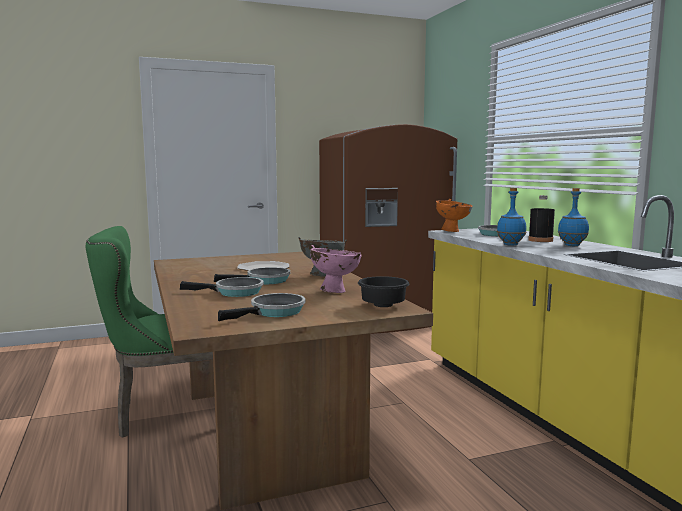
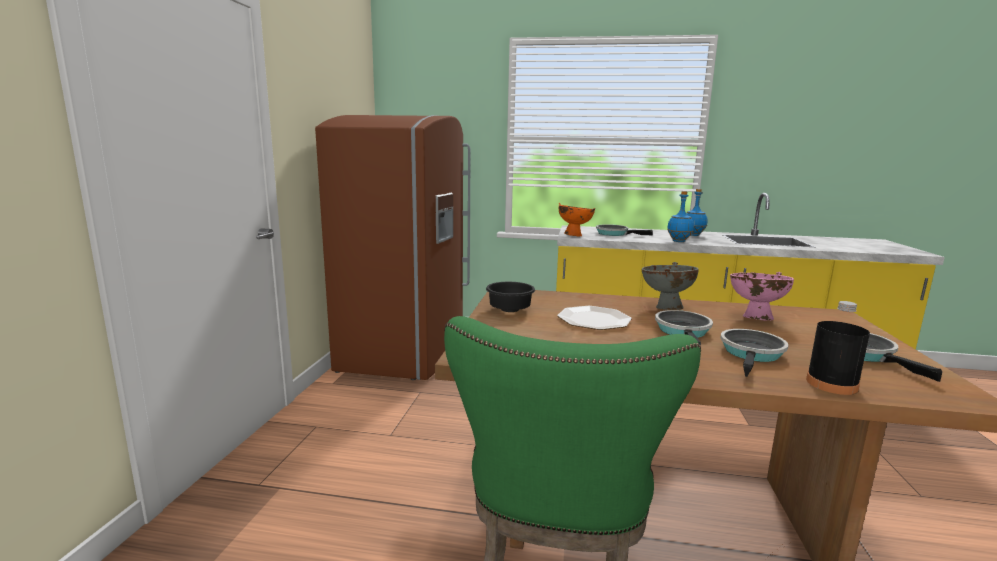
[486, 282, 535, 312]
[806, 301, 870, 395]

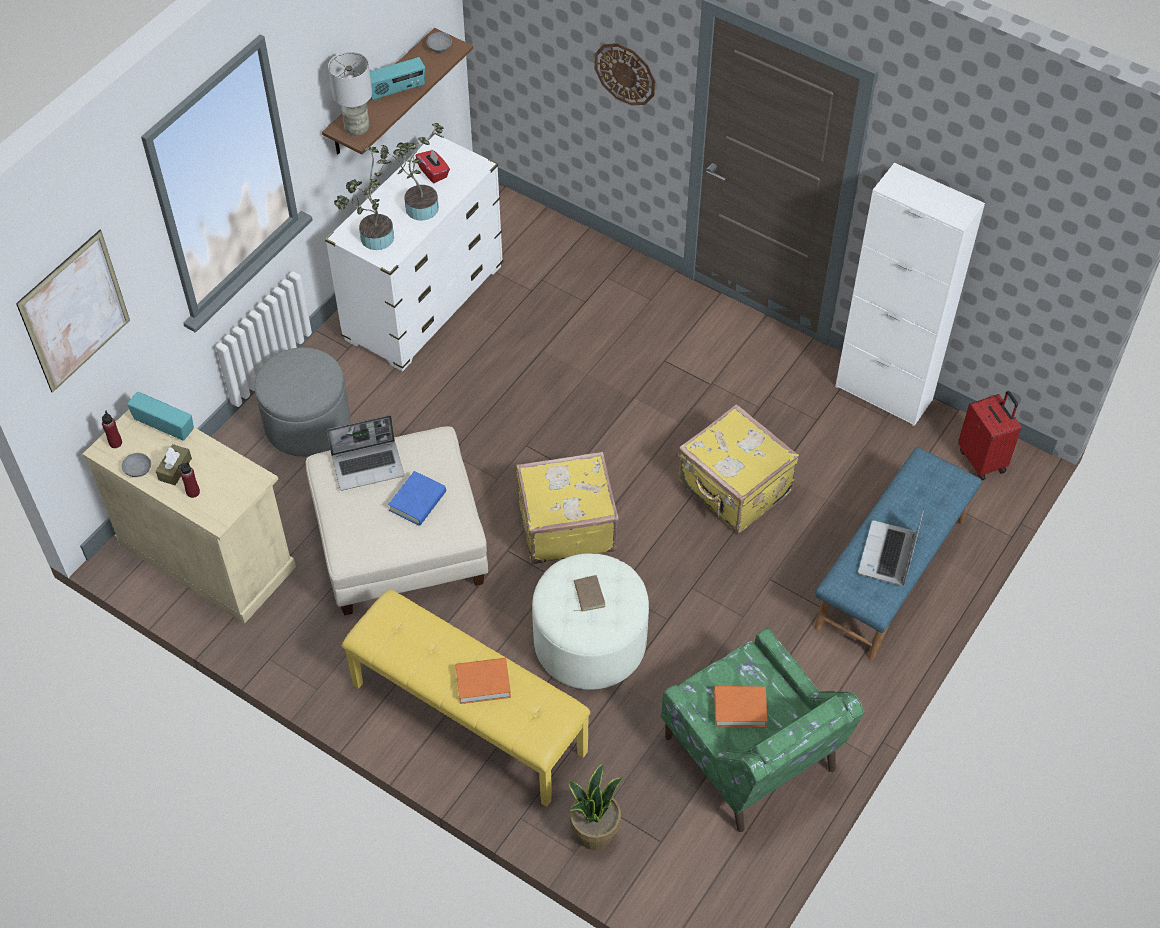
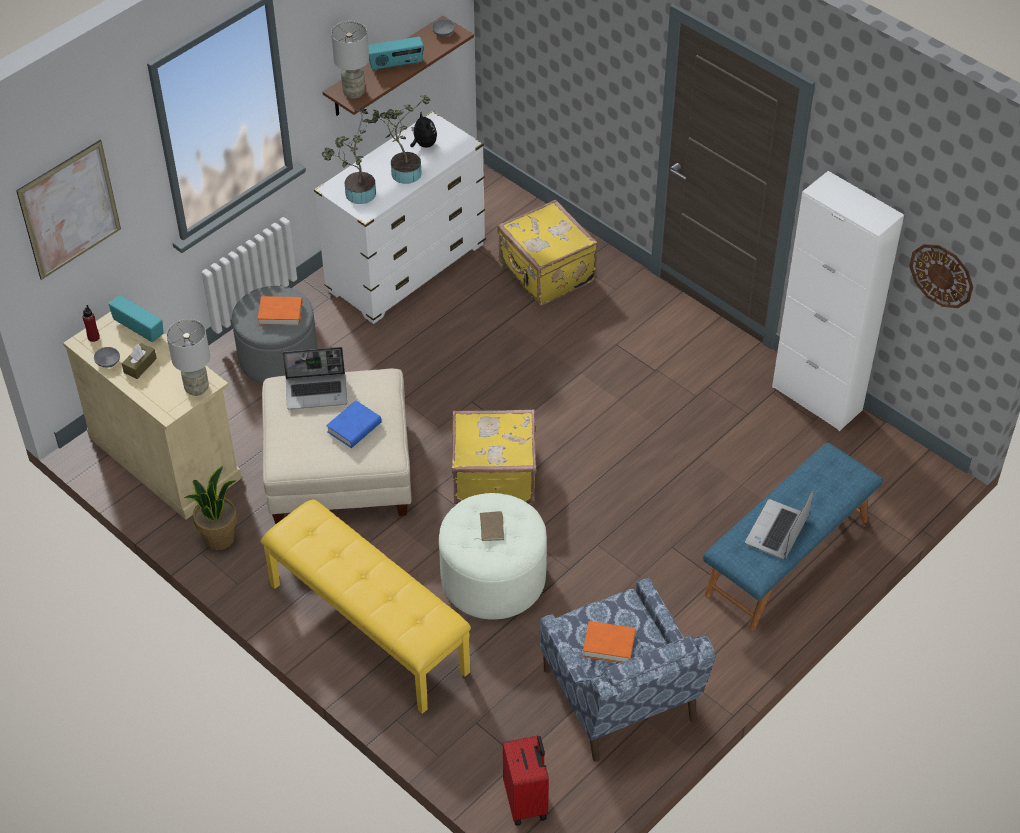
[166, 319, 210, 396]
[184, 466, 237, 550]
[258, 296, 303, 326]
[410, 112, 437, 148]
[497, 200, 597, 305]
[503, 736, 549, 826]
[540, 578, 715, 762]
[909, 244, 973, 308]
[178, 461, 200, 498] (first image)

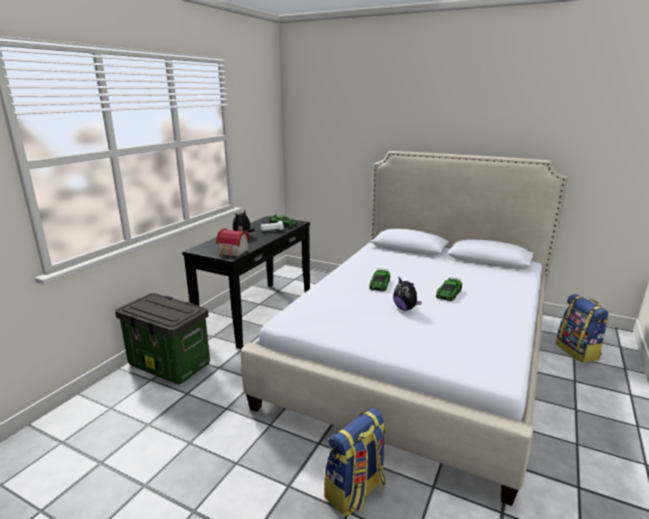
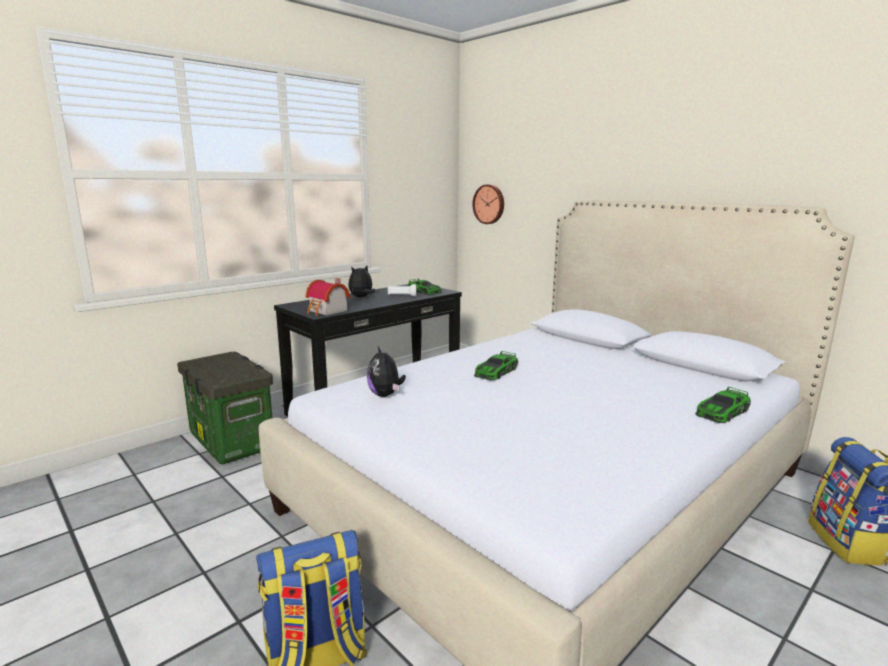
[367, 347, 406, 397]
[472, 184, 504, 224]
[695, 387, 751, 423]

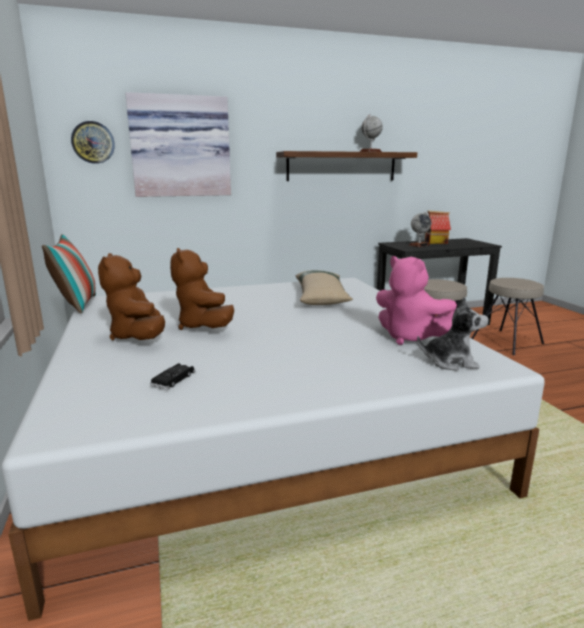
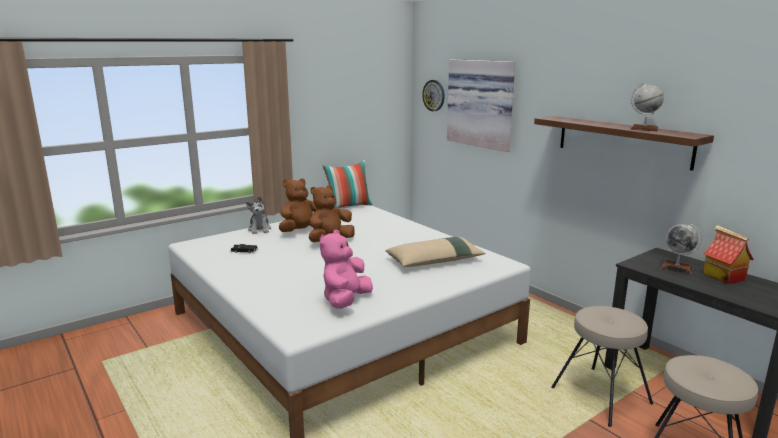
[246, 196, 271, 234]

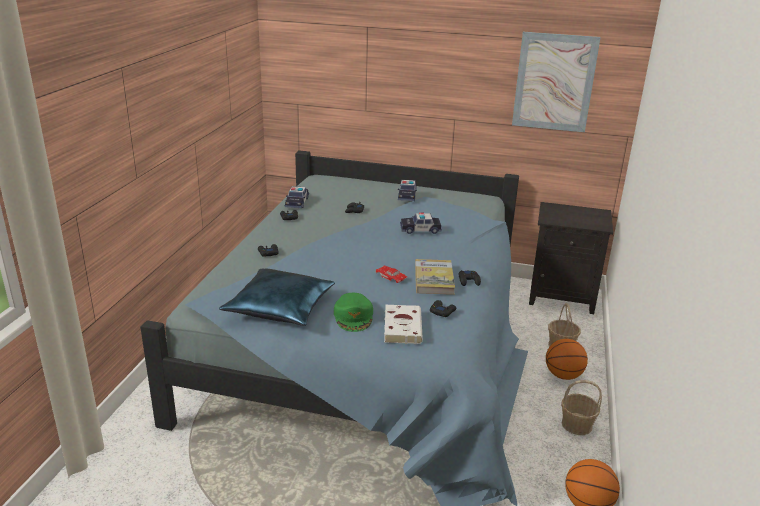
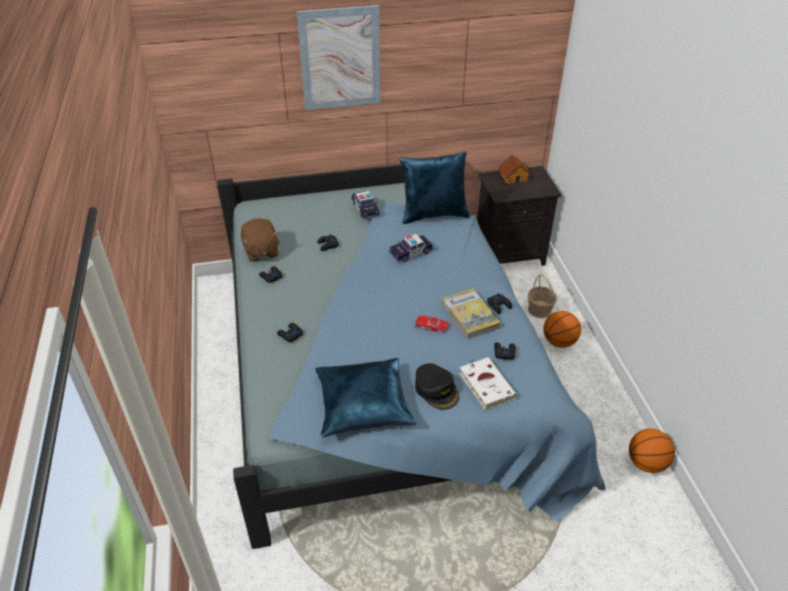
[241, 218, 280, 262]
[297, 5, 381, 110]
[400, 152, 470, 224]
[415, 363, 459, 410]
[498, 154, 531, 184]
[561, 380, 602, 435] (first image)

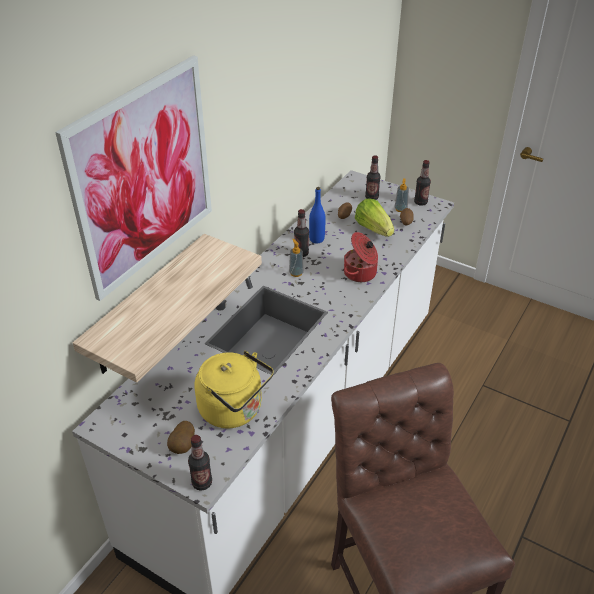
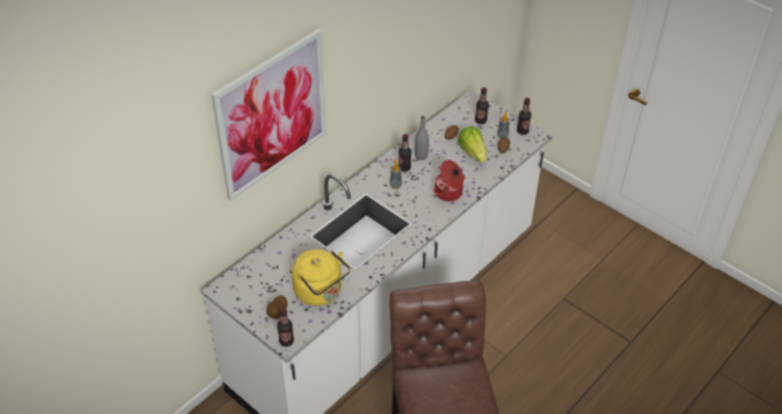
[415, 116, 429, 160]
[73, 234, 262, 383] (first image)

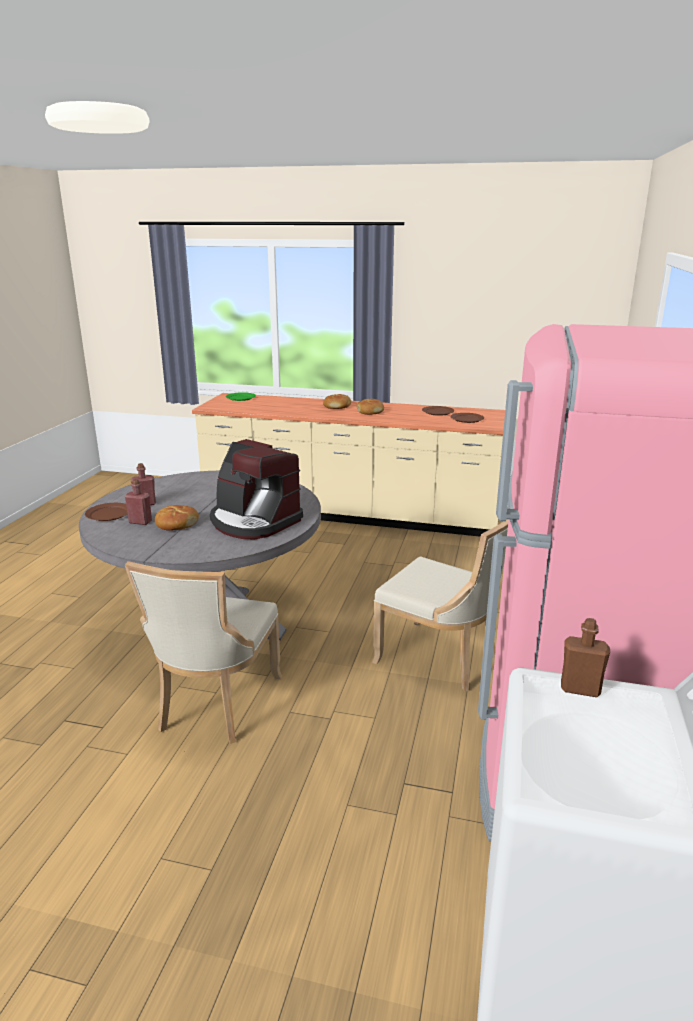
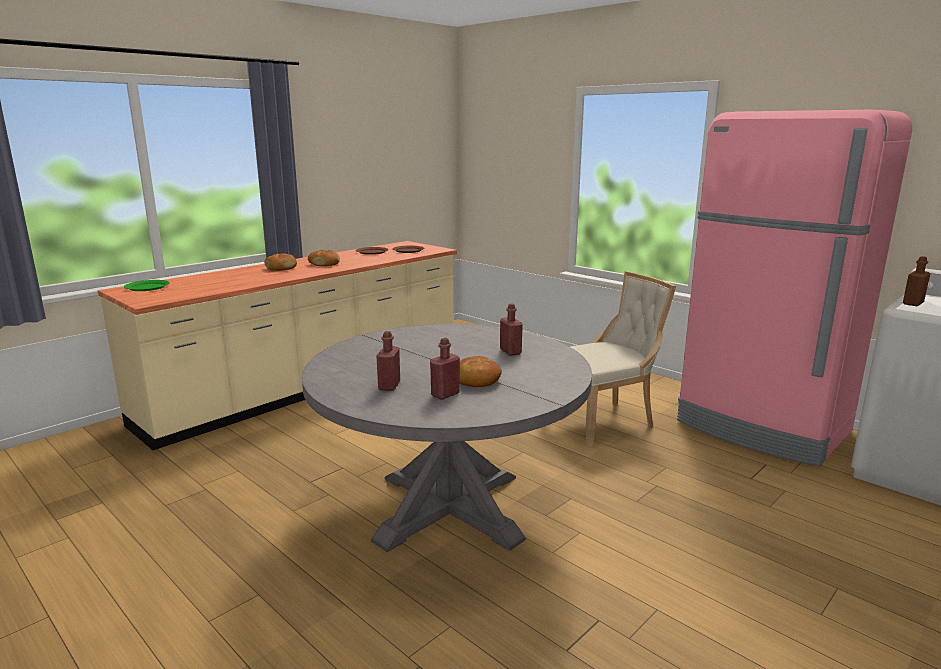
[500, 303, 523, 356]
[85, 503, 128, 521] (first image)
[125, 561, 282, 744] (first image)

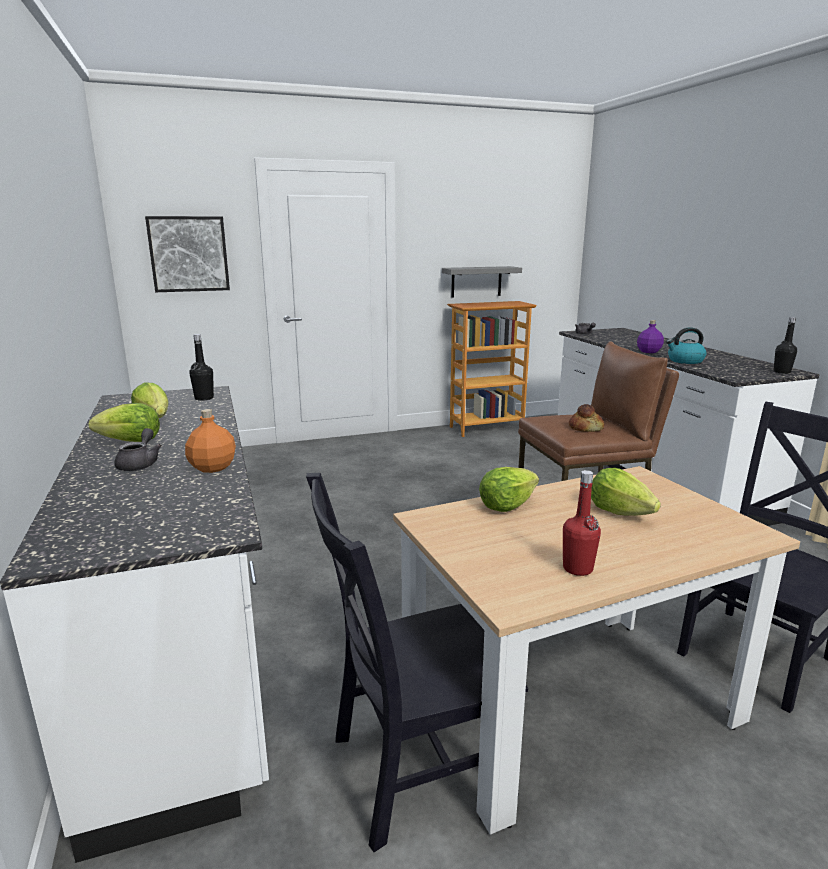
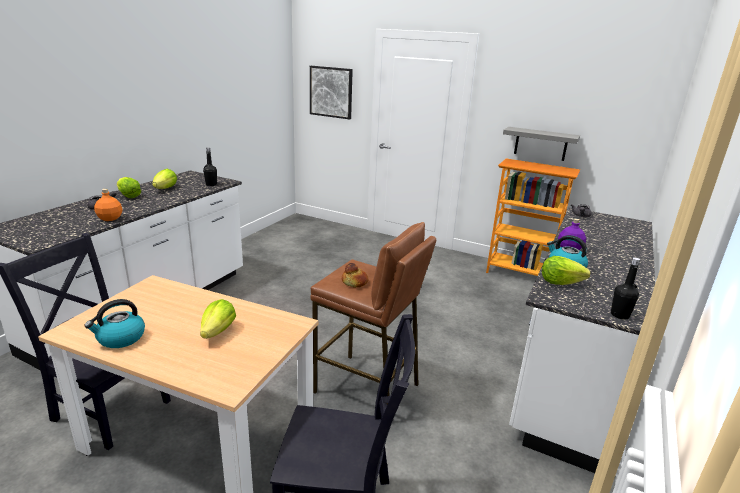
[84, 299, 145, 348]
[542, 256, 590, 285]

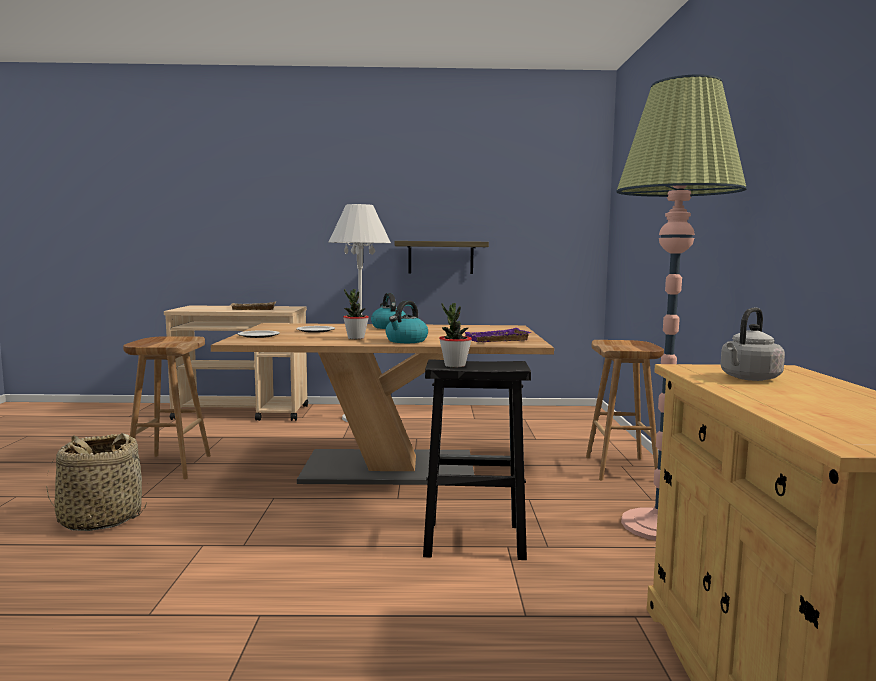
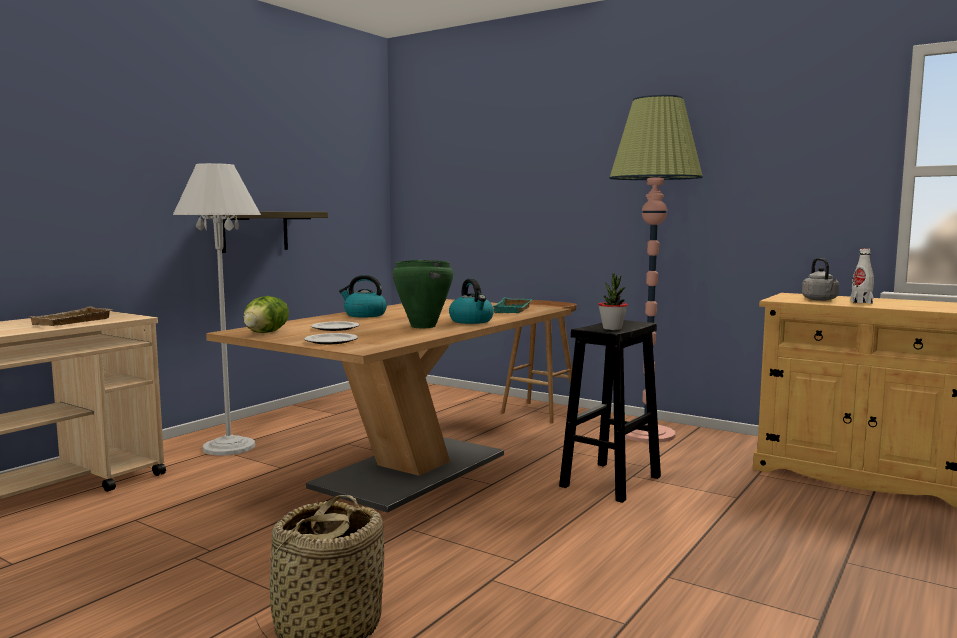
[243, 296, 289, 333]
[393, 260, 453, 328]
[493, 297, 533, 313]
[851, 248, 874, 304]
[123, 336, 211, 479] (first image)

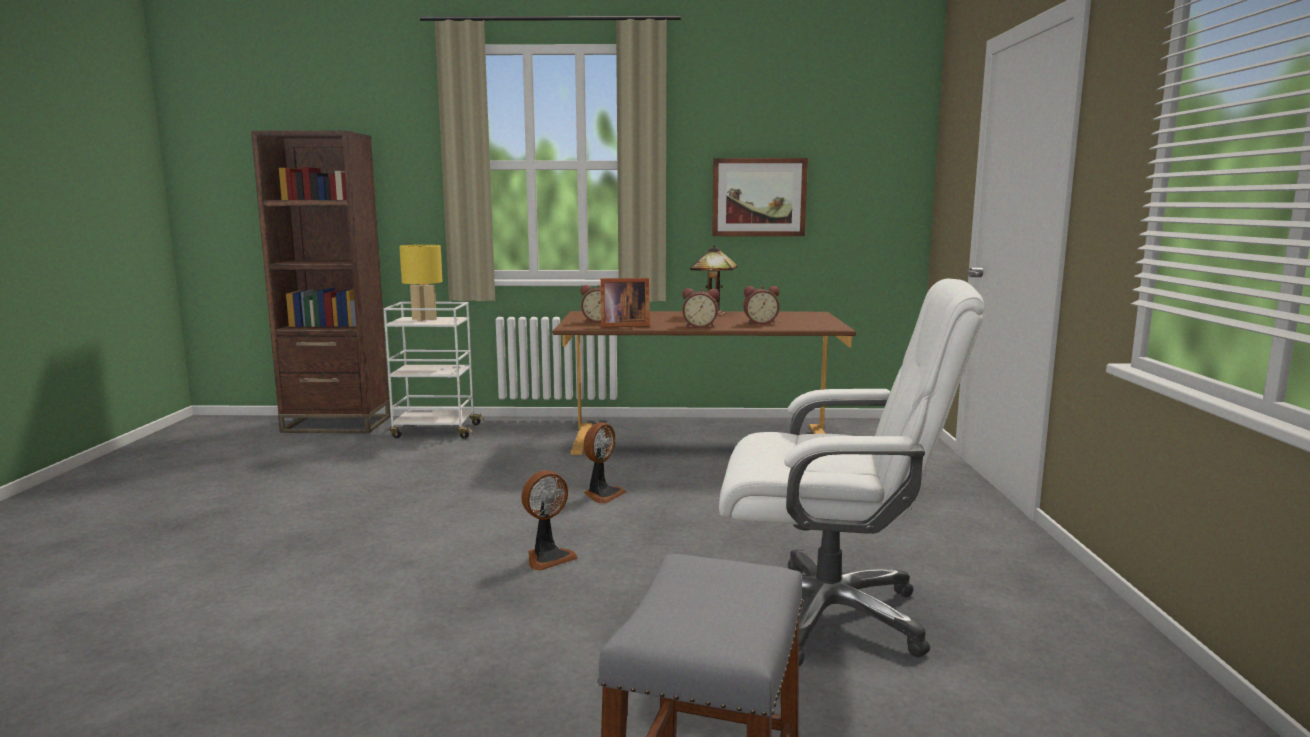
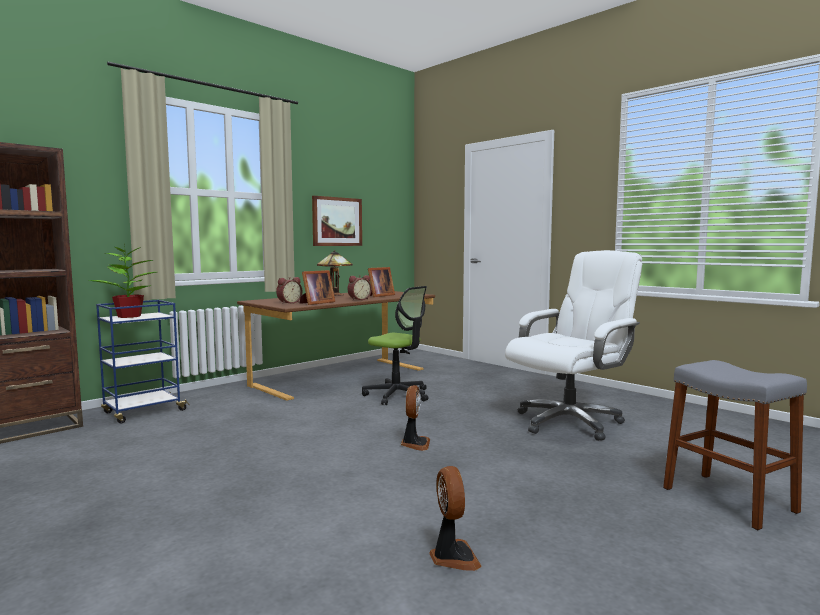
[88, 242, 156, 318]
[96, 300, 190, 423]
[362, 286, 428, 405]
[368, 267, 395, 297]
[429, 466, 482, 571]

